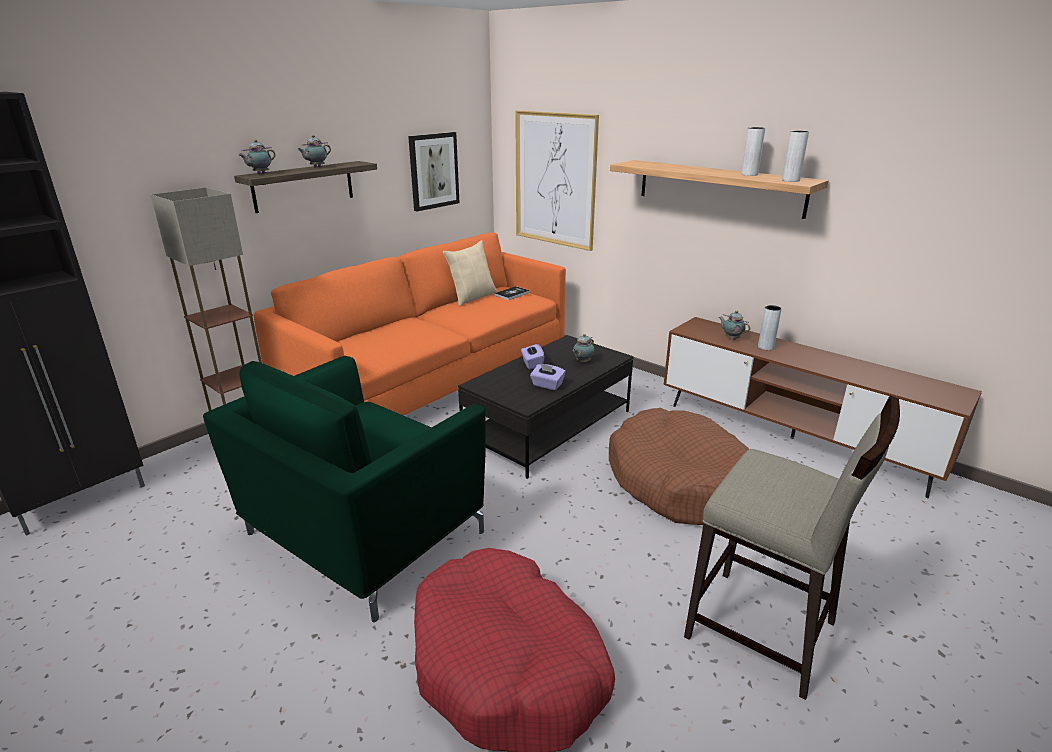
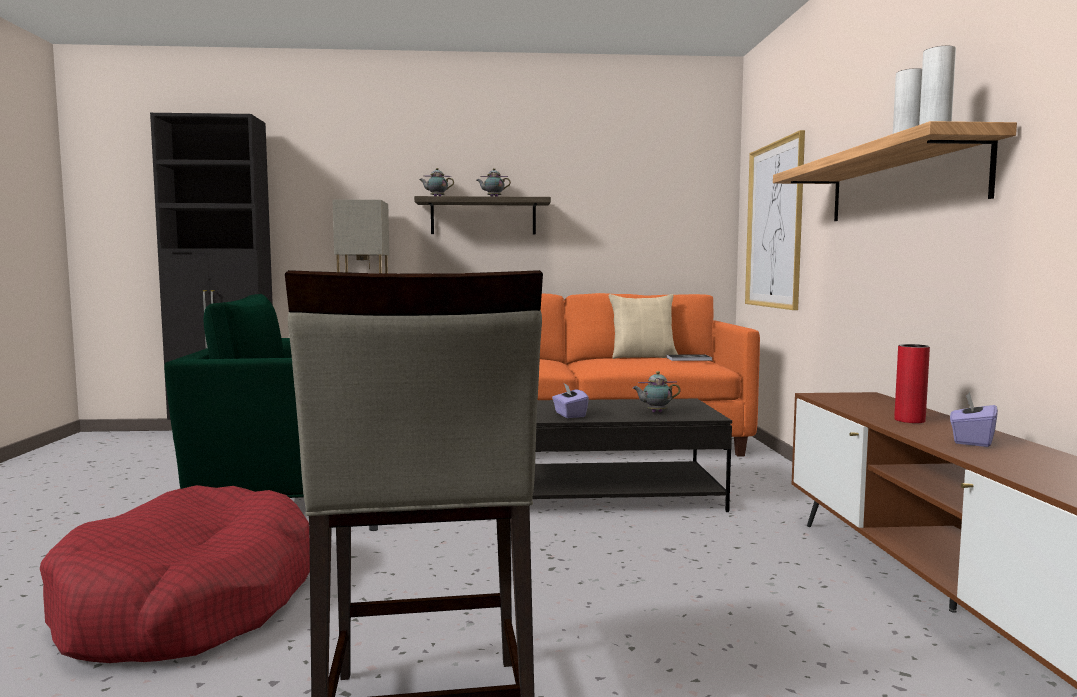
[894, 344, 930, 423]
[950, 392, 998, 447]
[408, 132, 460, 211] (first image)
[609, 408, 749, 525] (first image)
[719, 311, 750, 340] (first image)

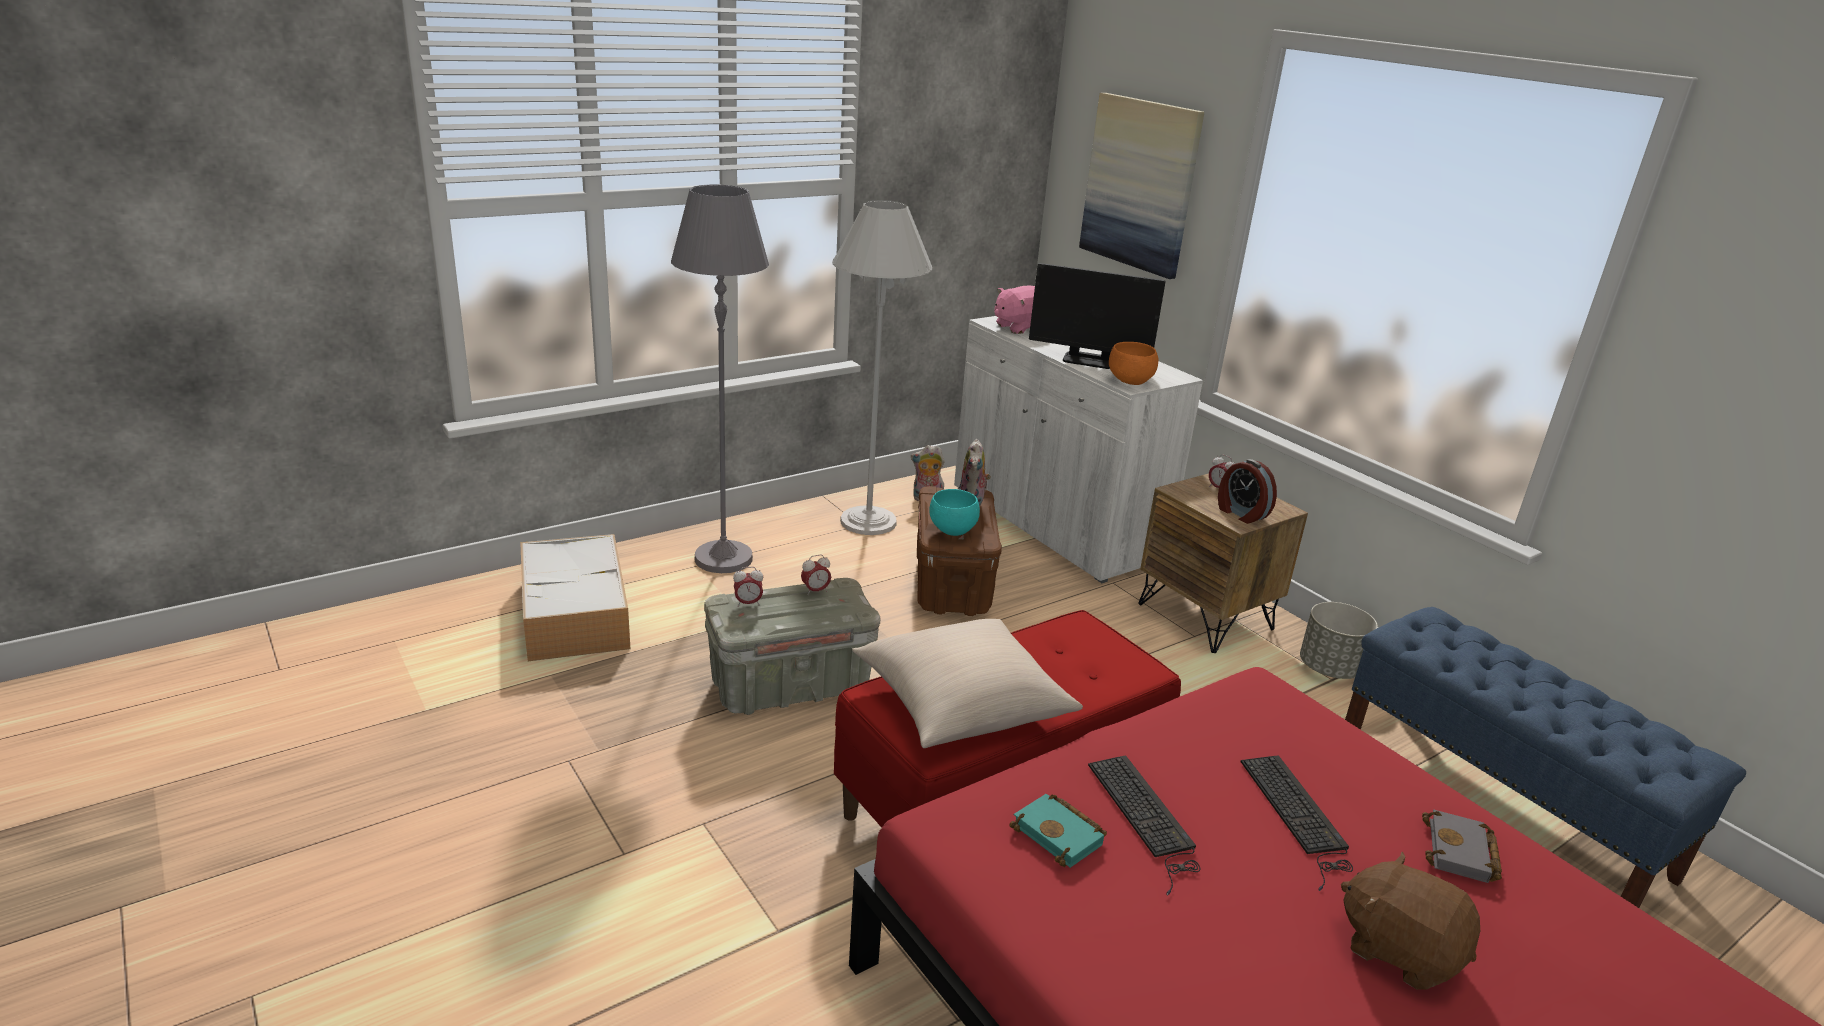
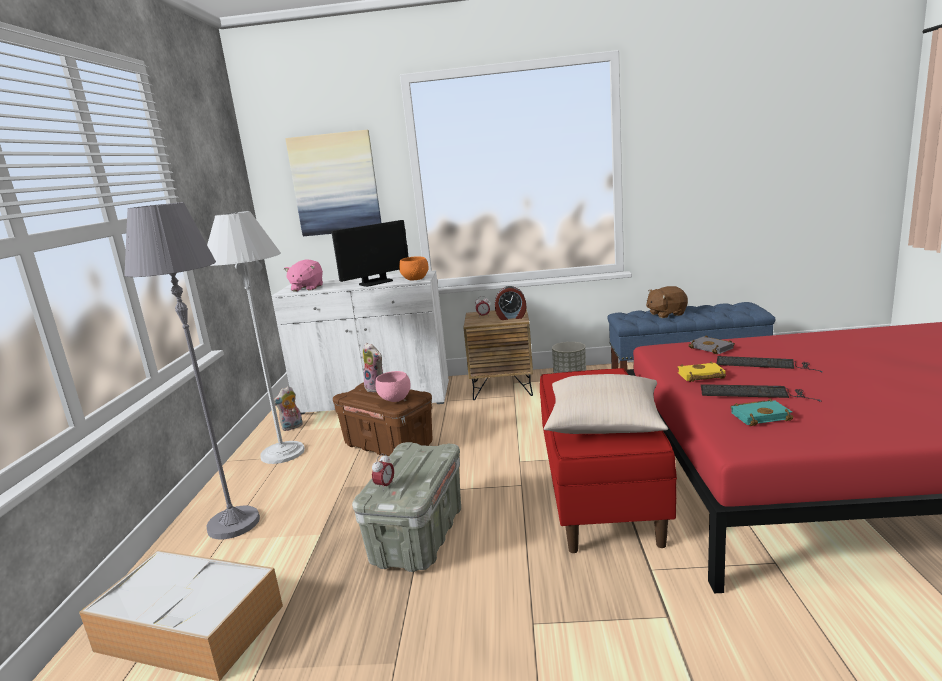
[375, 371, 411, 402]
[646, 286, 688, 318]
[677, 361, 726, 382]
[689, 335, 735, 354]
[801, 554, 831, 595] (first image)

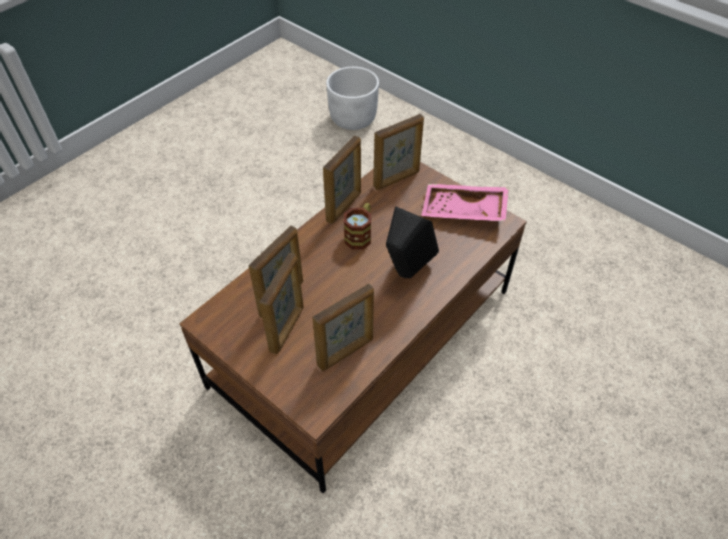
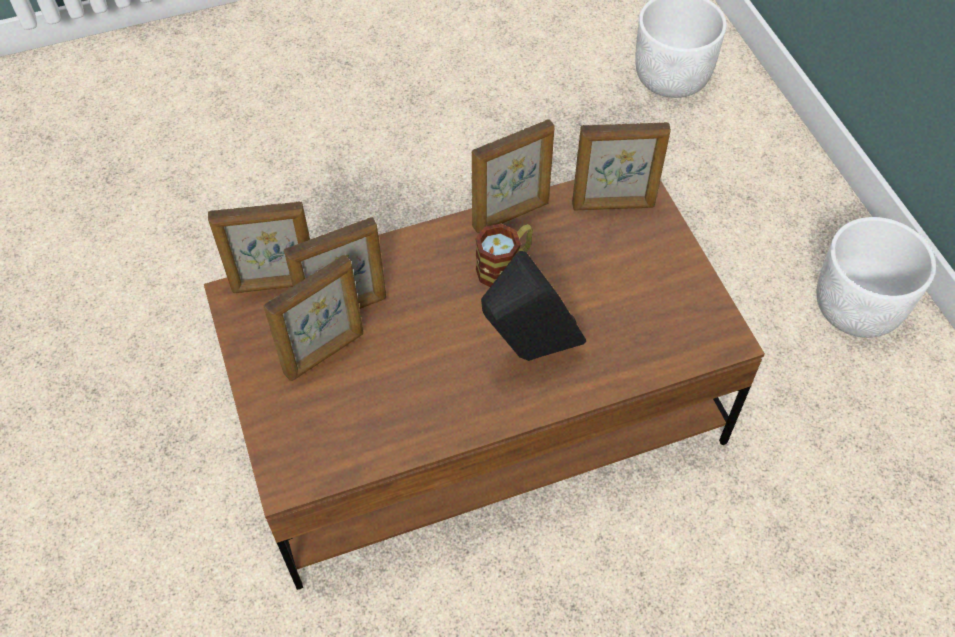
[208, 202, 310, 293]
[816, 217, 936, 338]
[421, 184, 509, 221] (first image)

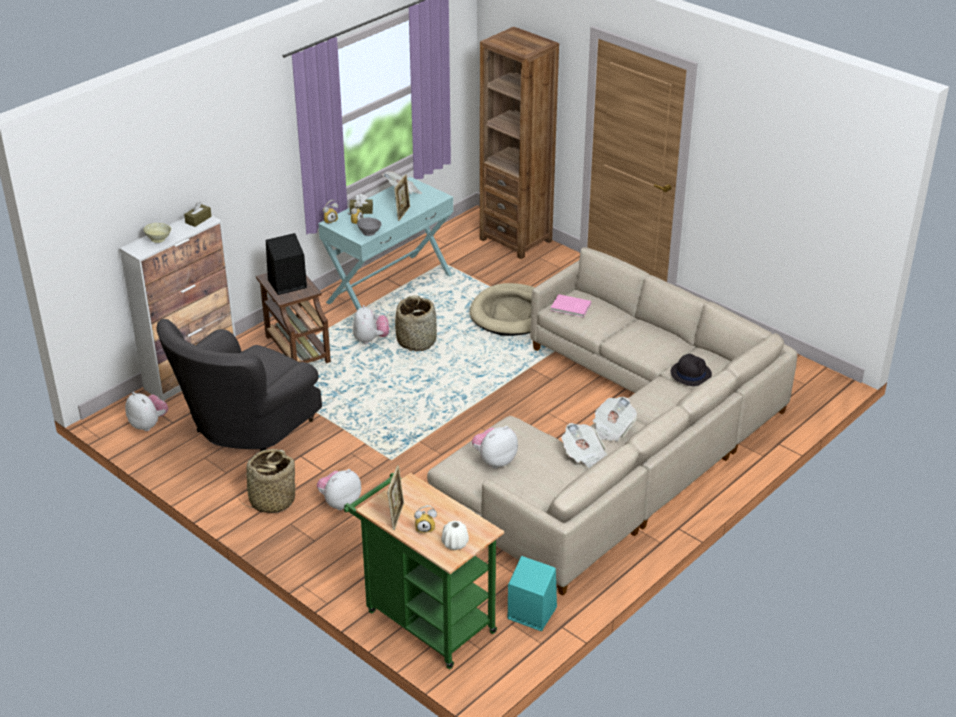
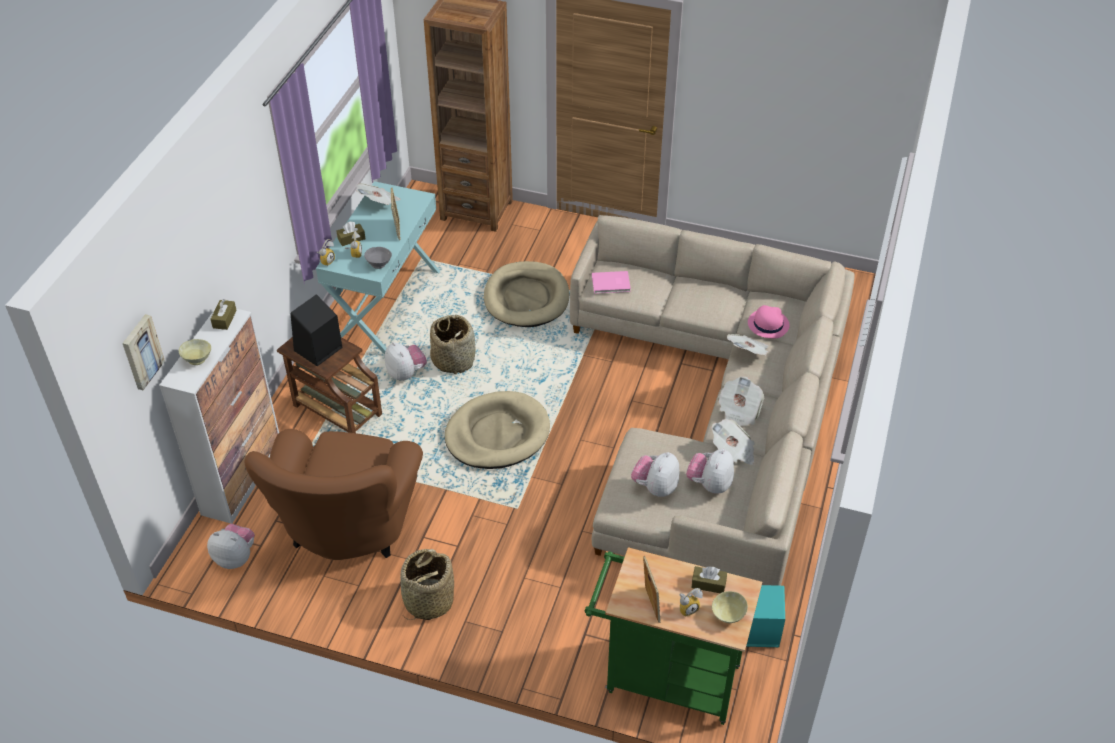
[122, 314, 165, 390]
[244, 429, 423, 560]
[445, 391, 550, 469]
[686, 449, 734, 494]
[691, 566, 727, 593]
[712, 591, 748, 623]
[727, 334, 769, 355]
[748, 305, 790, 338]

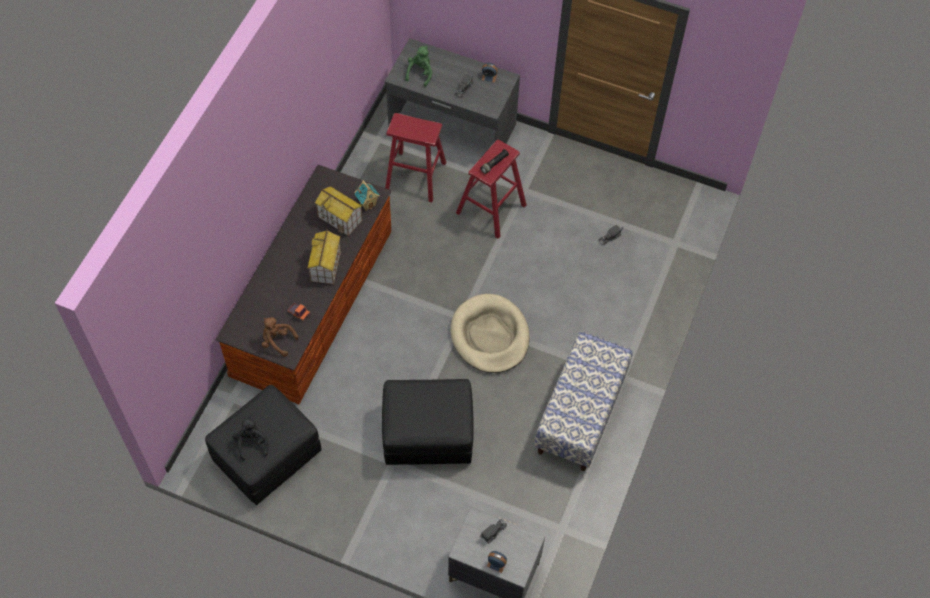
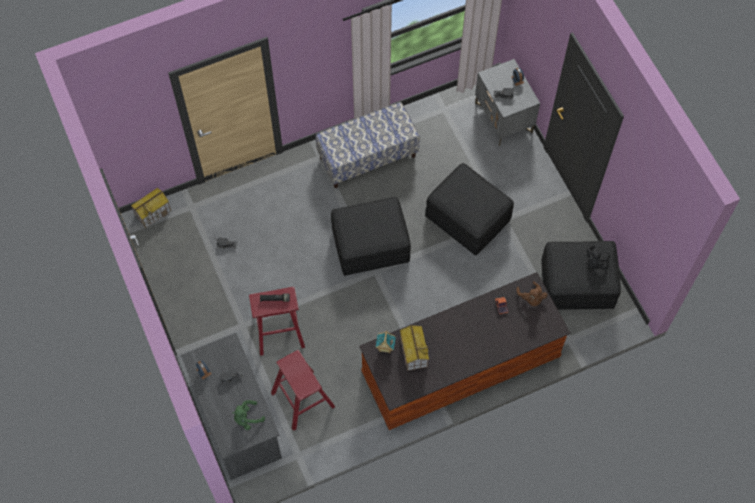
[131, 188, 171, 228]
[331, 197, 411, 276]

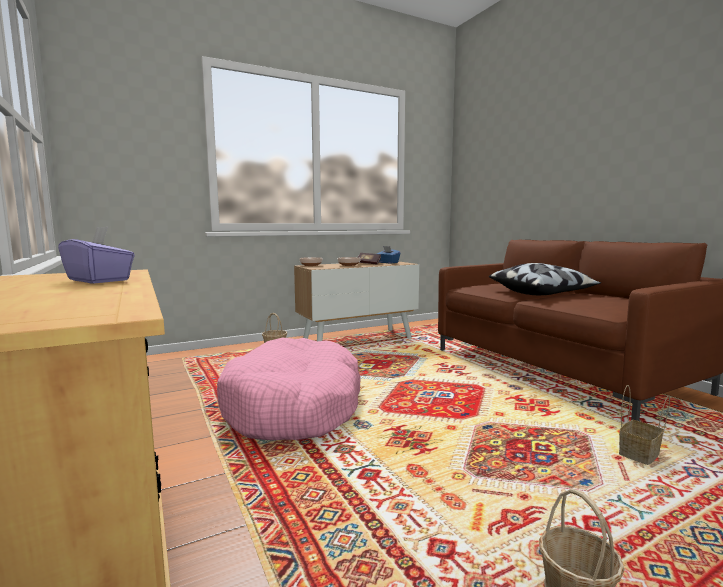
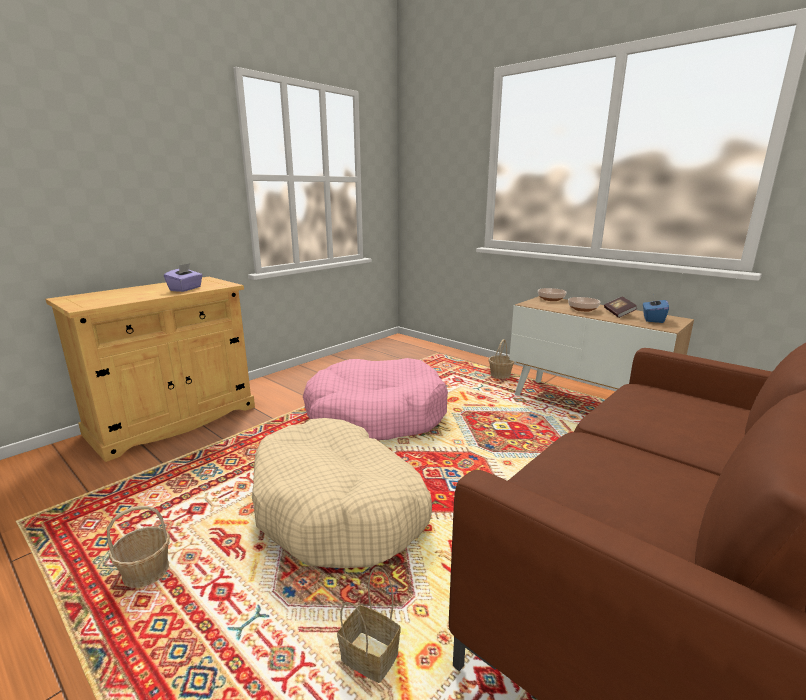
[252, 418, 432, 568]
[489, 263, 601, 295] (first image)

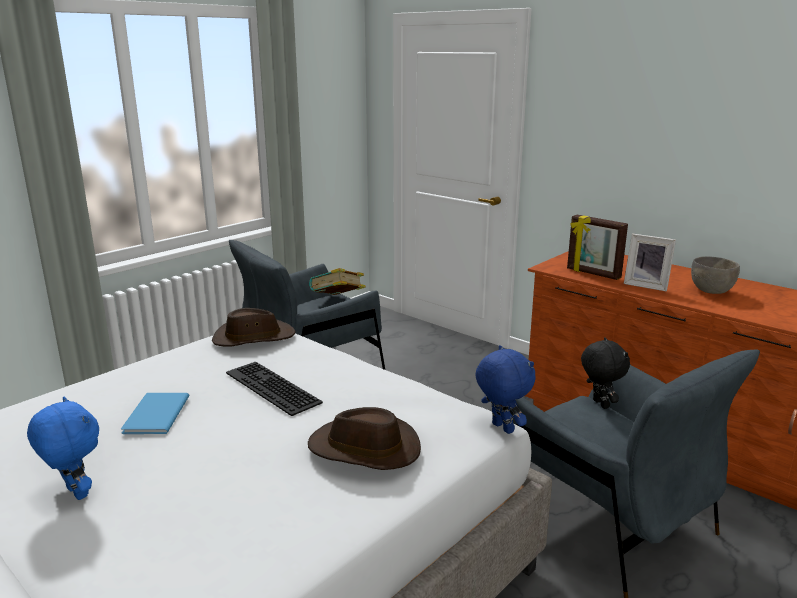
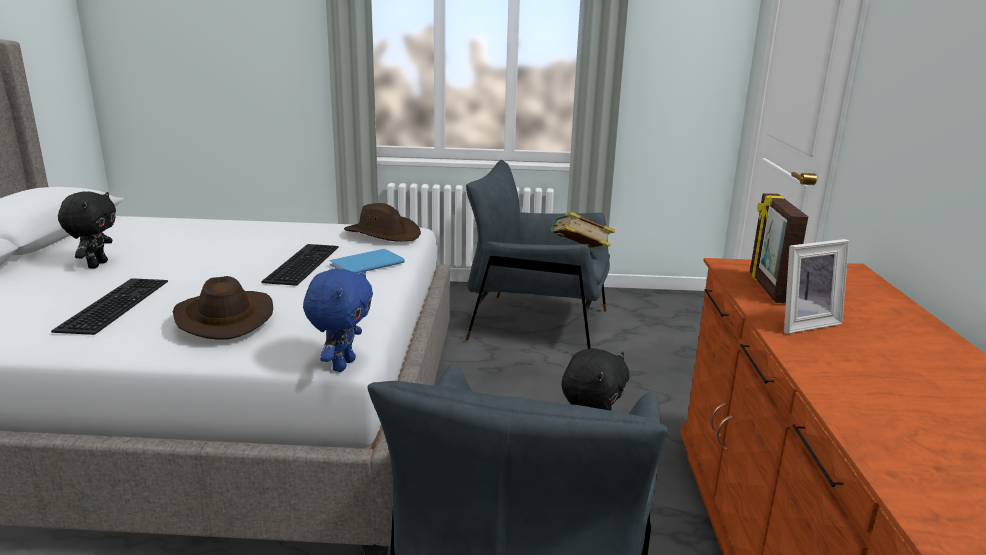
[51, 278, 168, 335]
[58, 191, 116, 268]
[330, 249, 405, 273]
[784, 239, 849, 334]
[691, 256, 740, 294] (first image)

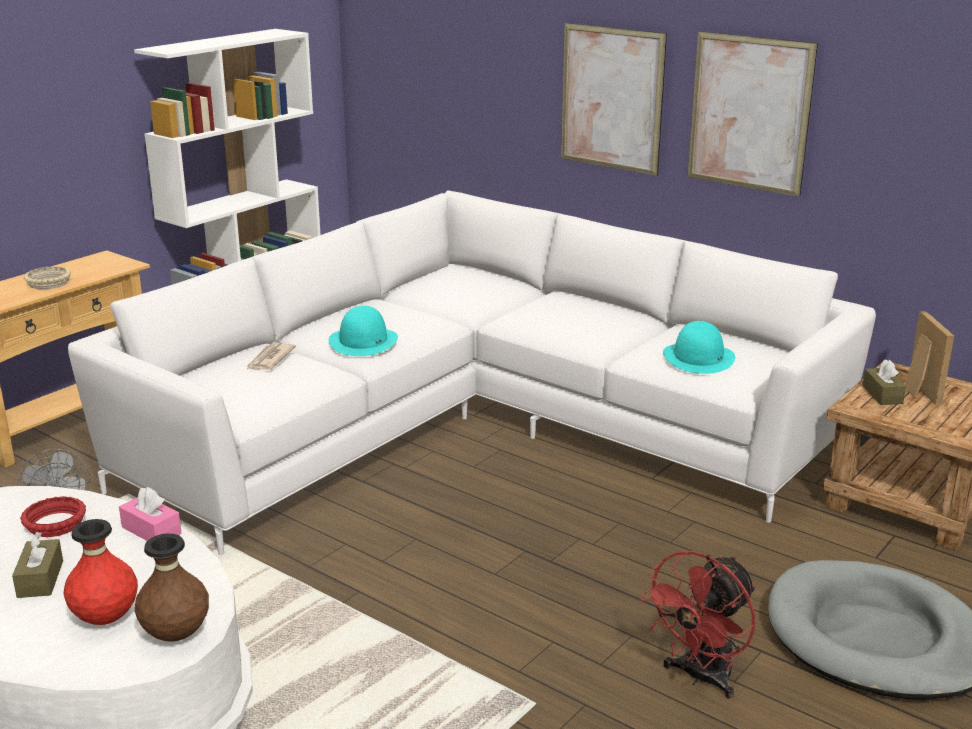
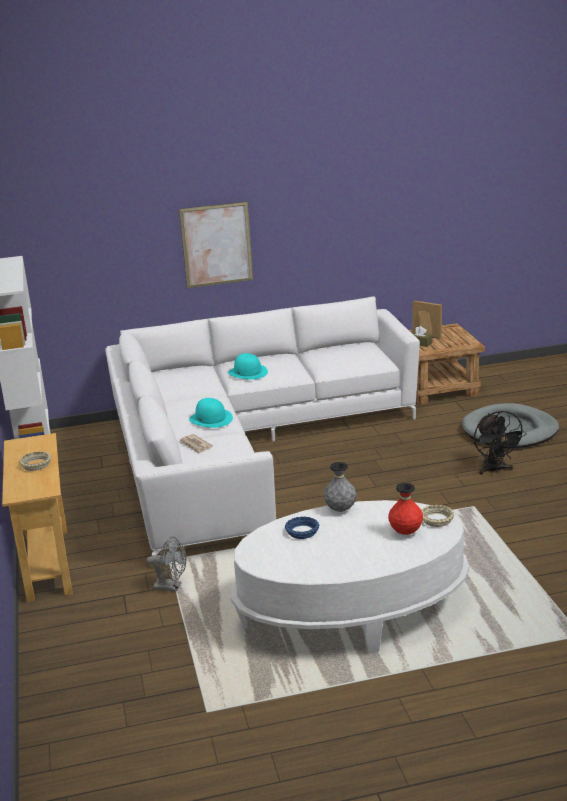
[228, 353, 268, 380]
[285, 516, 319, 539]
[323, 462, 357, 512]
[421, 505, 454, 527]
[474, 411, 527, 475]
[12, 532, 63, 598] (first image)
[687, 31, 818, 197] (first image)

